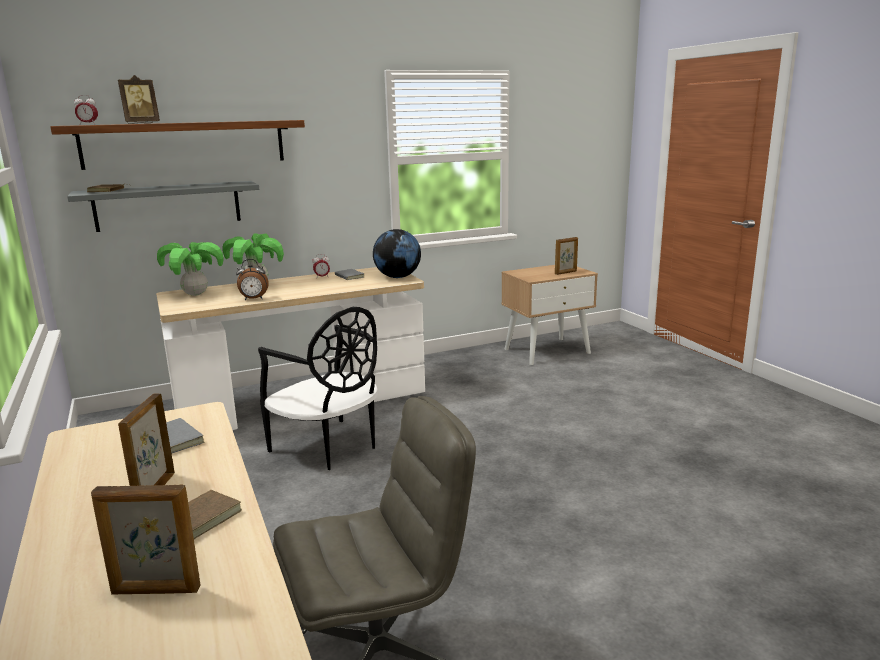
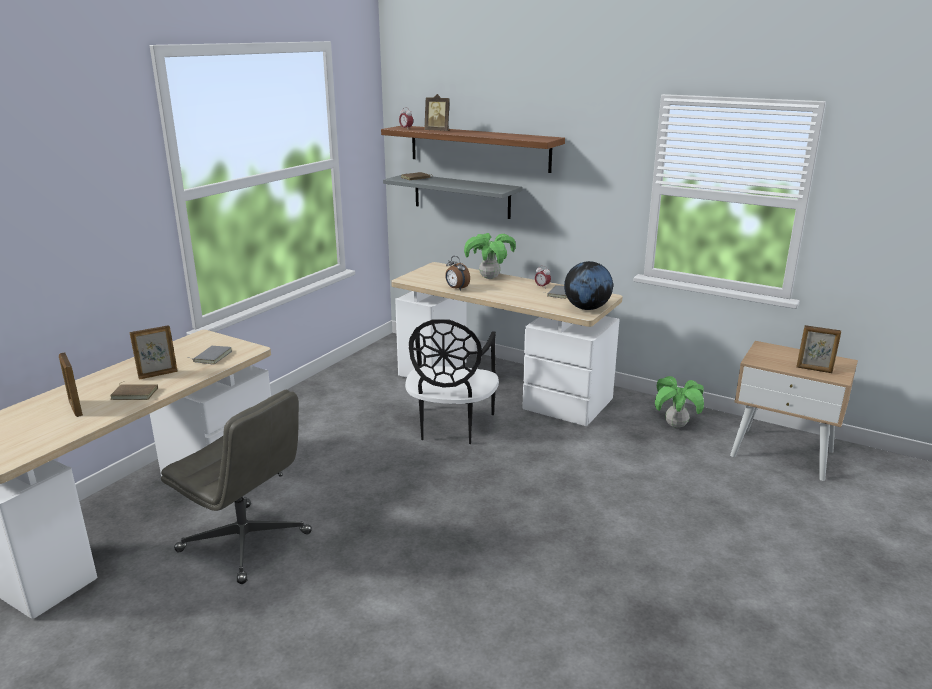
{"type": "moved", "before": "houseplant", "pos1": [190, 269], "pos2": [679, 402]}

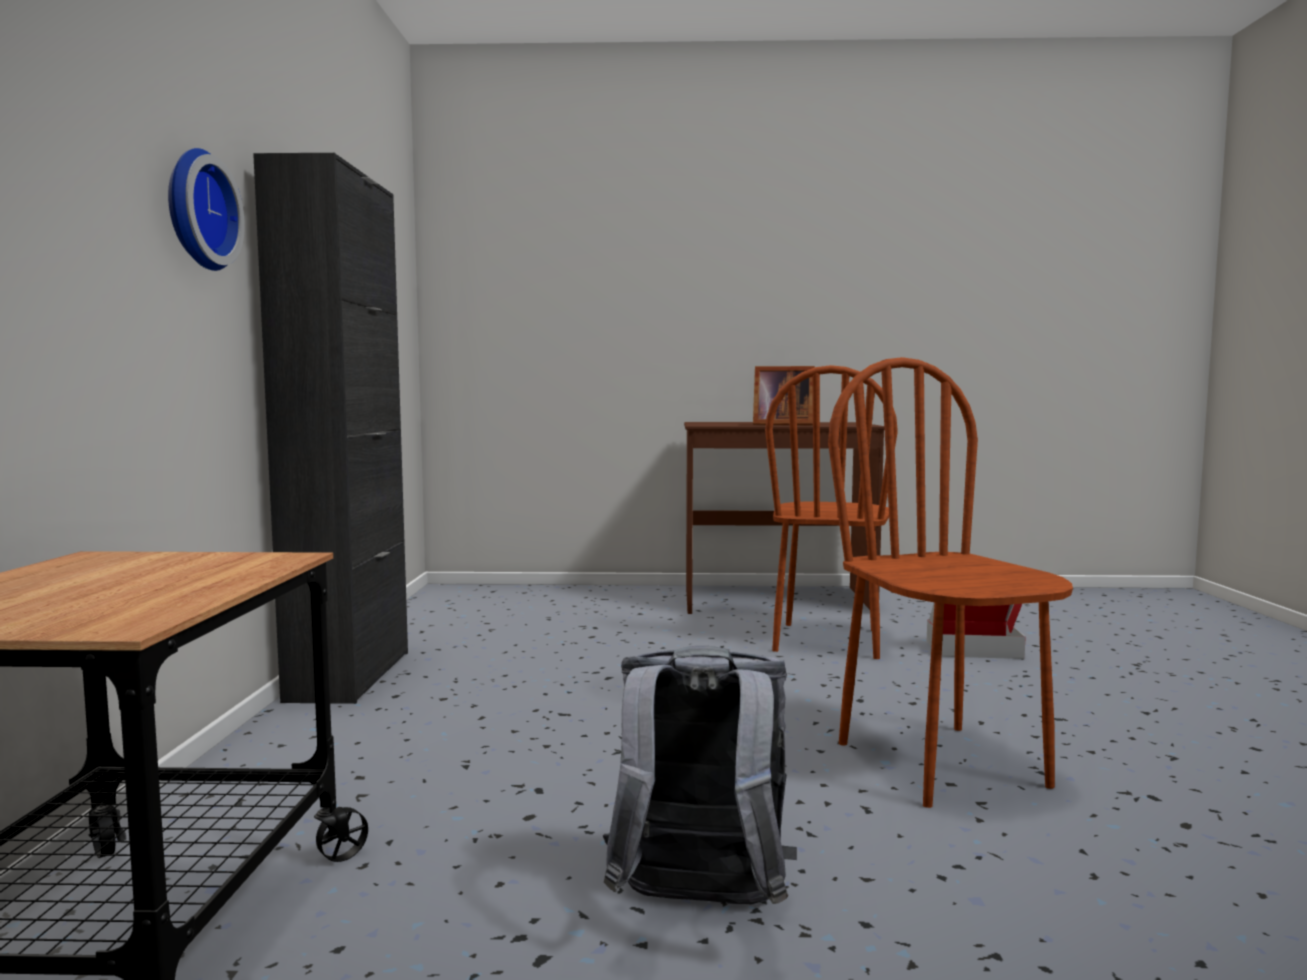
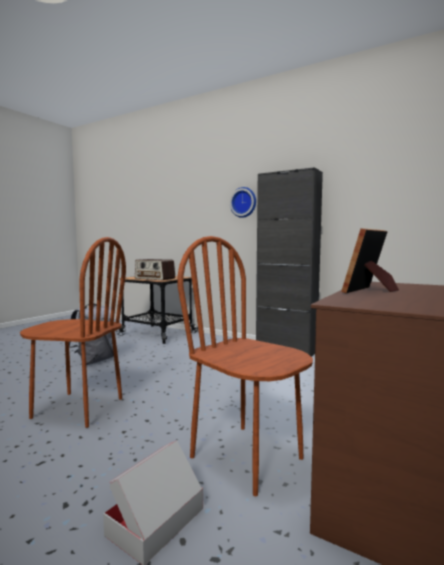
{"type": "added", "after": "radio receiver", "pos2": [155, 269]}

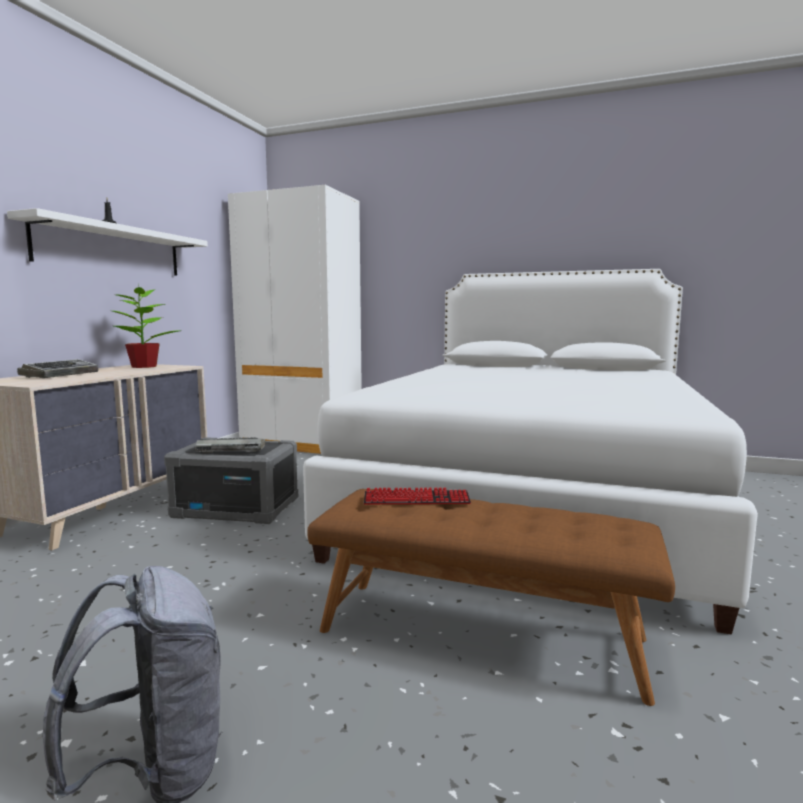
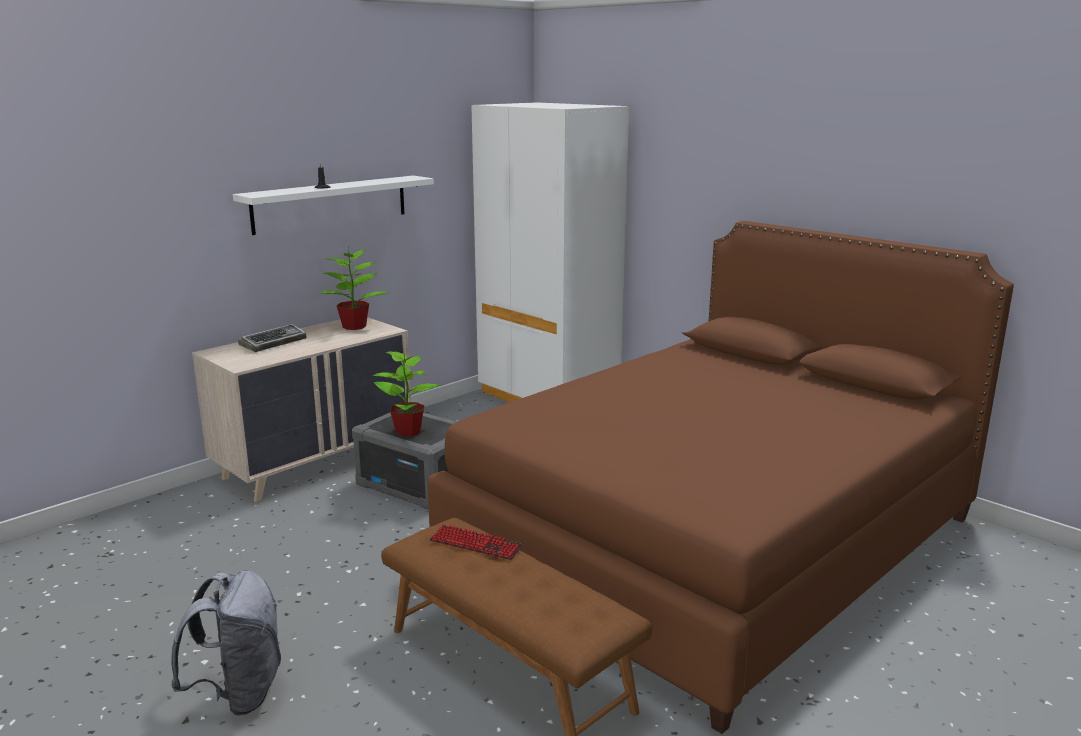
{"type": "replaced", "before": "keyboard", "after": "houseplant", "pos1": [230, 445], "pos2": [407, 391]}
{"type": "recoloured", "before": "white sleeping bed", "after": "brown sleeping bed", "pos1": [530, 452], "pos2": [720, 477]}

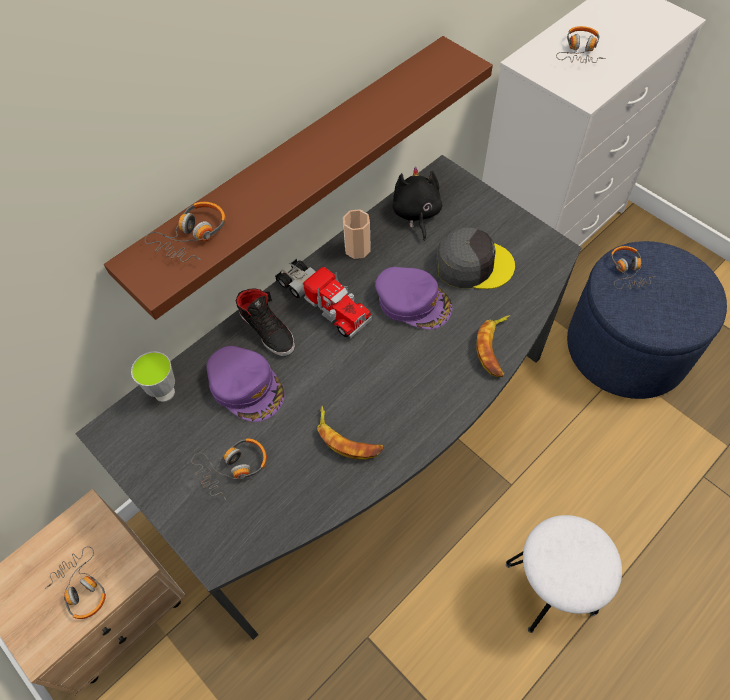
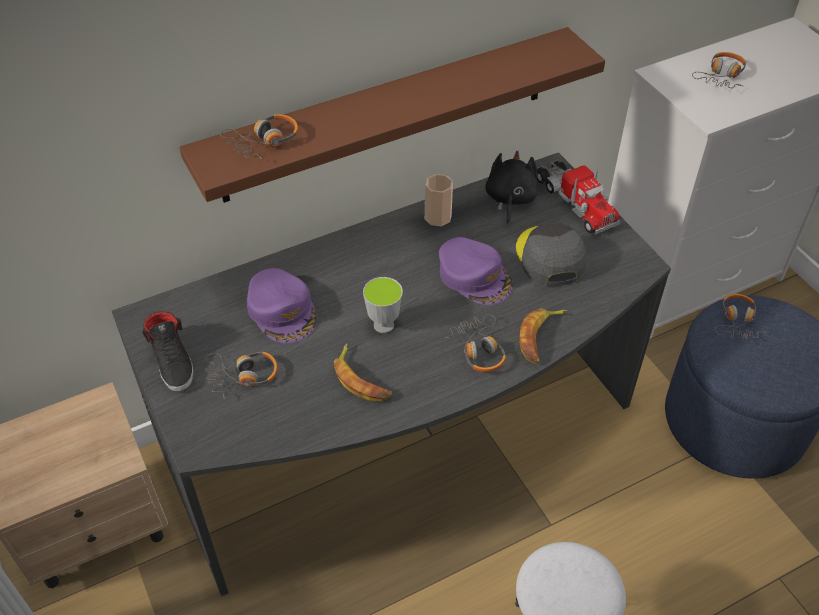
{"type": "moved", "before": "blackish low shoe", "pos1": [265, 322], "pos2": [168, 352]}
{"type": "moved", "before": "cup", "pos1": [153, 376], "pos2": [383, 305]}
{"type": "moved", "before": "headset", "pos1": [75, 583], "pos2": [475, 343]}
{"type": "turned", "before": "grey baseball cap", "pos1": [475, 258], "pos2": [551, 254], "turn": -120}
{"type": "moved", "before": "toy truck", "pos1": [323, 298], "pos2": [578, 197]}

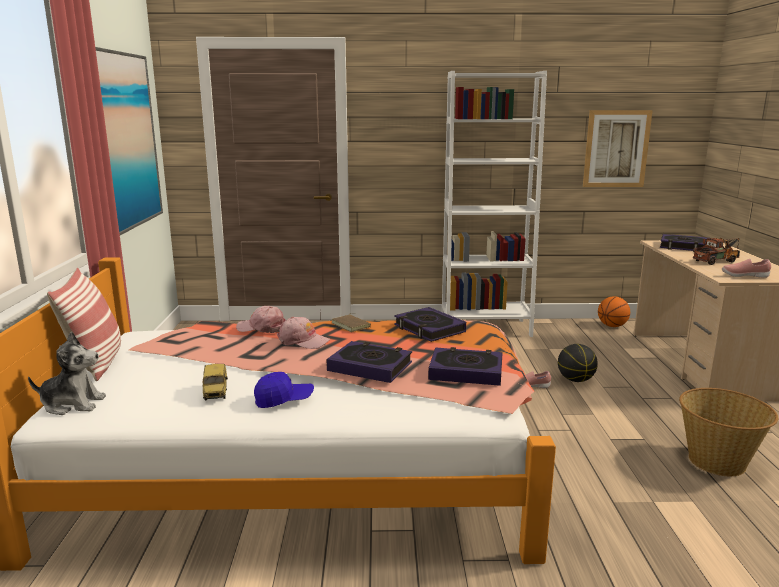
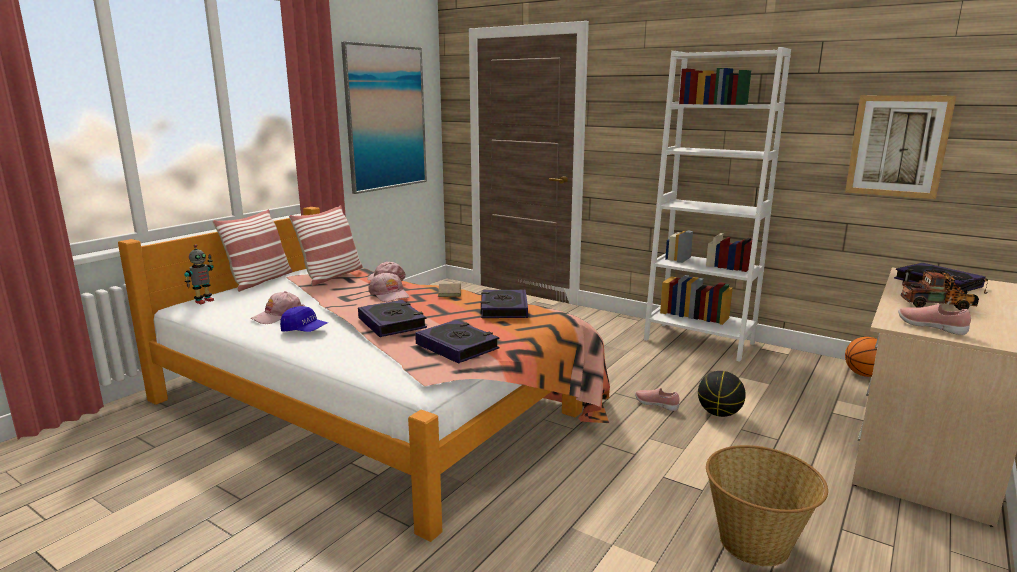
{"type": "replaced", "before": "cuddly toy", "after": "toy robot", "pos1": [67, 373], "pos2": [199, 274]}
{"type": "replaced", "before": "miniature car", "after": "pink-coloured baseball cap", "pos1": [215, 382], "pos2": [278, 307]}
{"type": "added", "after": "pillow", "pos2": [326, 245]}

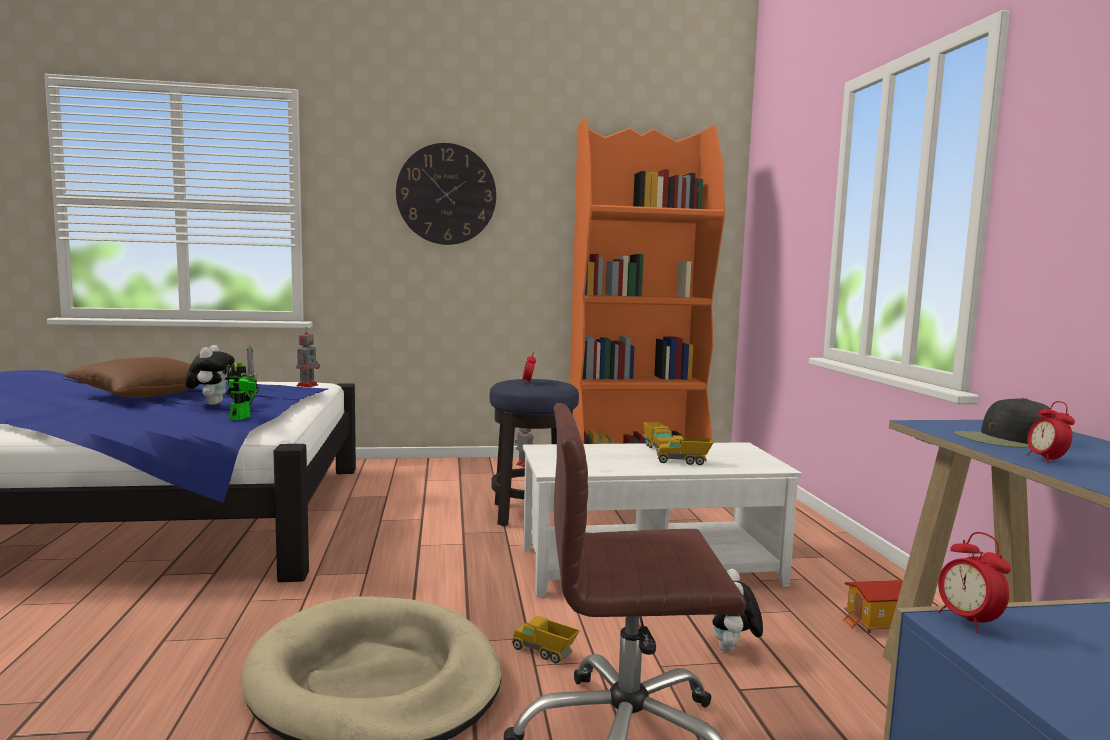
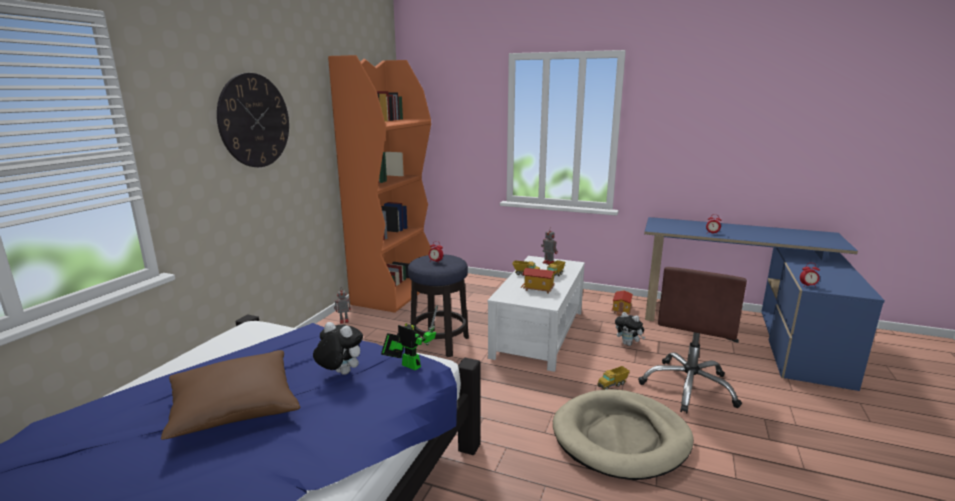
{"type": "added", "after": "miniature house", "pos2": [538, 281]}
{"type": "moved", "before": "toy robot", "pos1": [308, 357], "pos2": [549, 246]}
{"type": "removed", "before": "blackish baseball cap", "pos1": [1004, 422]}

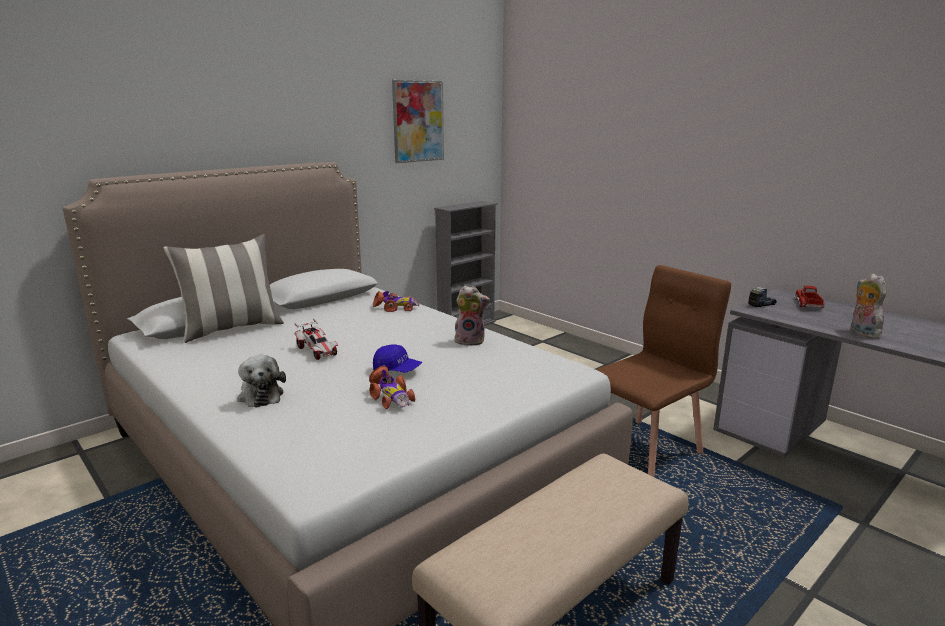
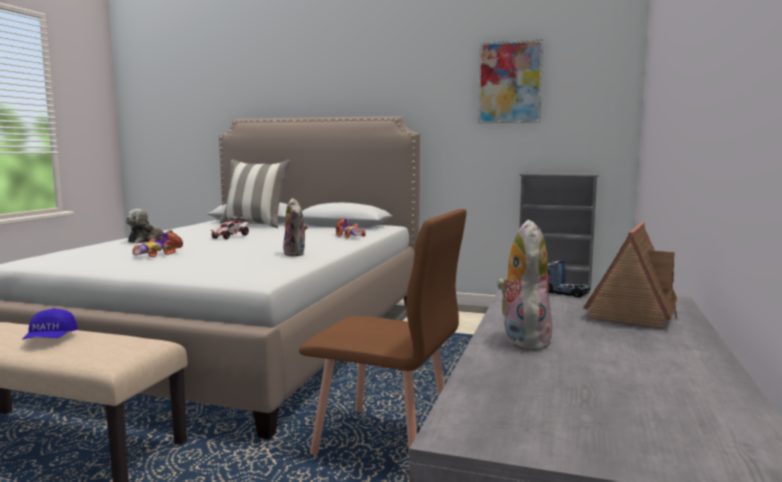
{"type": "moved", "before": "bluish baseball cap", "pos1": [397, 358], "pos2": [50, 323]}
{"type": "turned", "before": "cuddly toy", "pos1": [868, 306], "pos2": [524, 285], "turn": -45}
{"type": "replaced", "before": "toy truck", "after": "miniature house", "pos1": [810, 297], "pos2": [630, 275]}

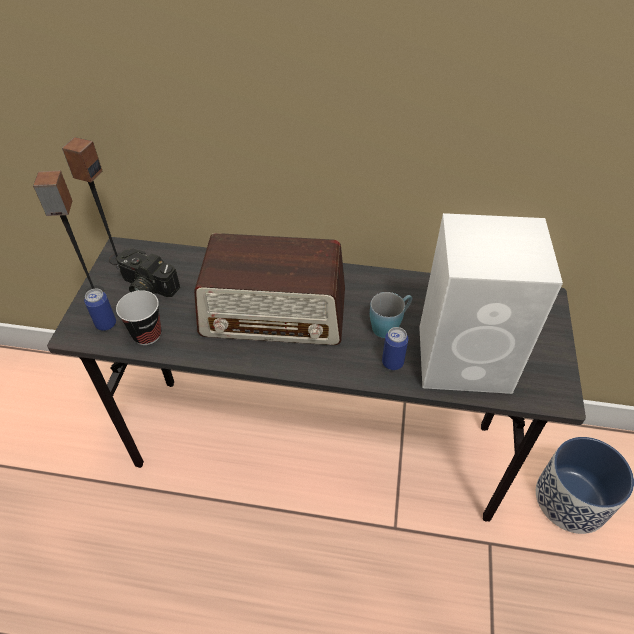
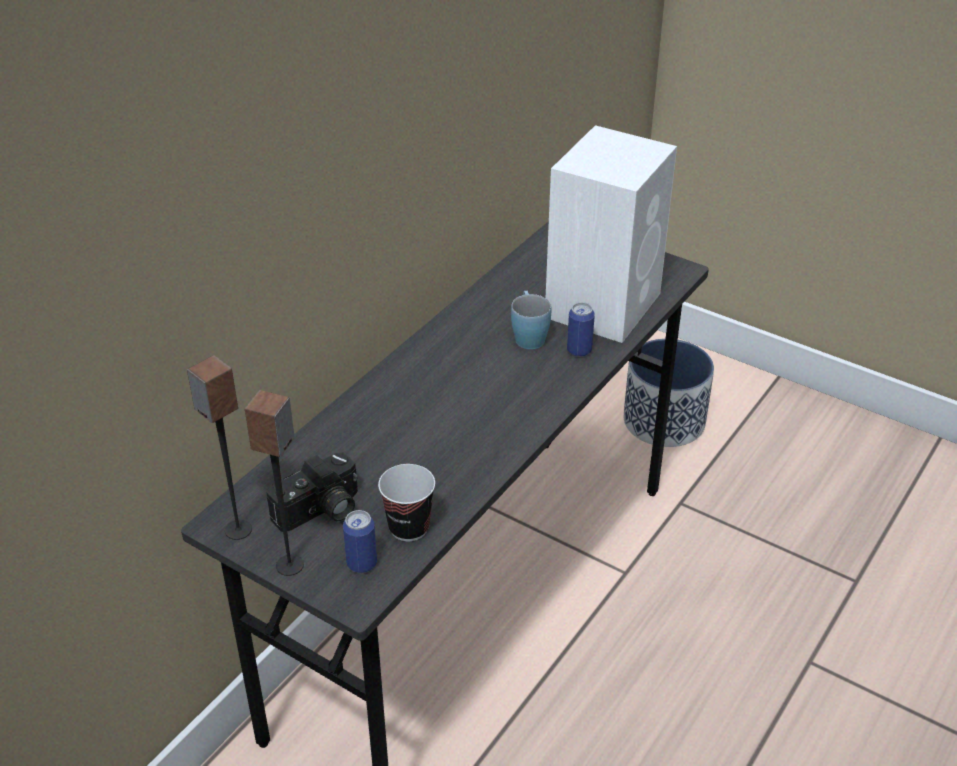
{"type": "removed", "before": "radio receiver", "pos1": [269, 289]}

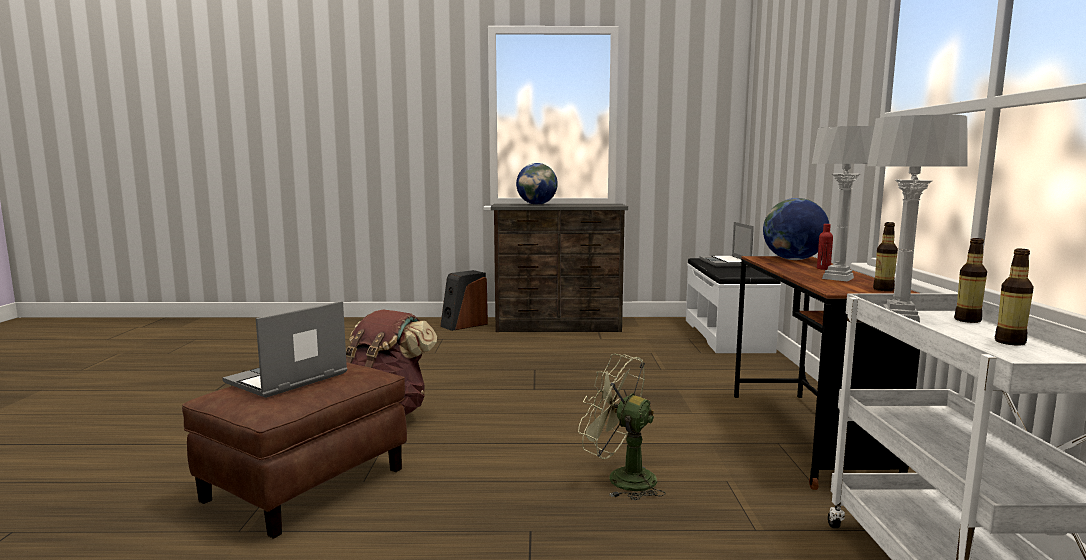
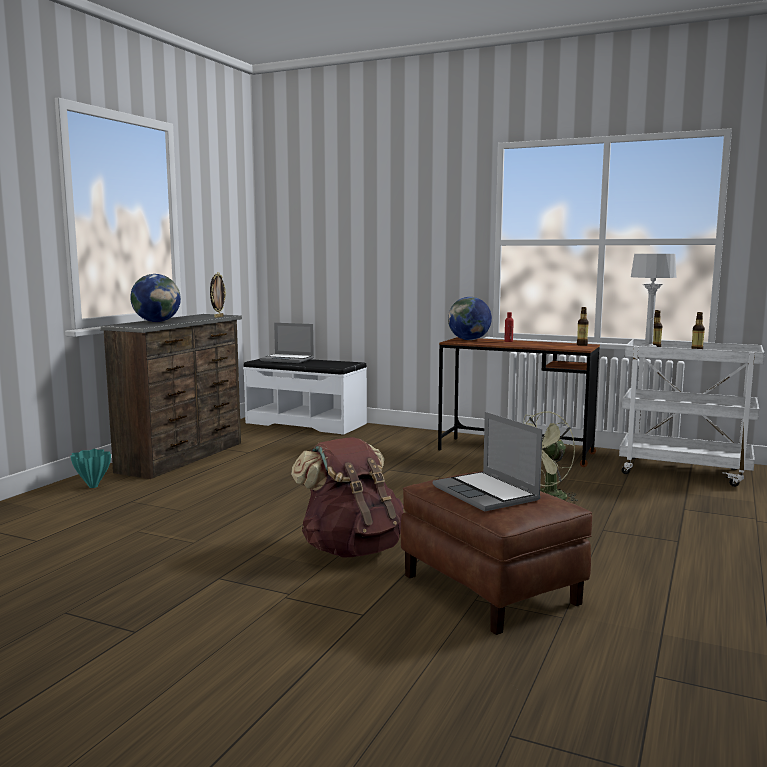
{"type": "replaced", "before": "loudspeaker", "after": "turquoise flower vase", "pos1": [464, 300], "pos2": [90, 468]}
{"type": "added", "after": "photo frame", "pos2": [218, 295]}
{"type": "removed", "before": "grey tabletop lamp", "pos1": [843, 204]}

